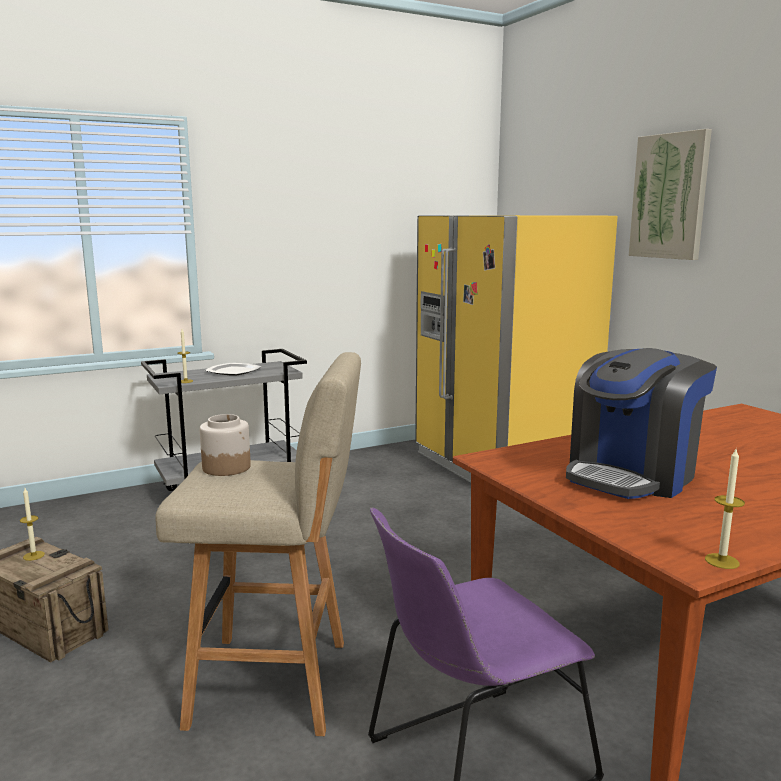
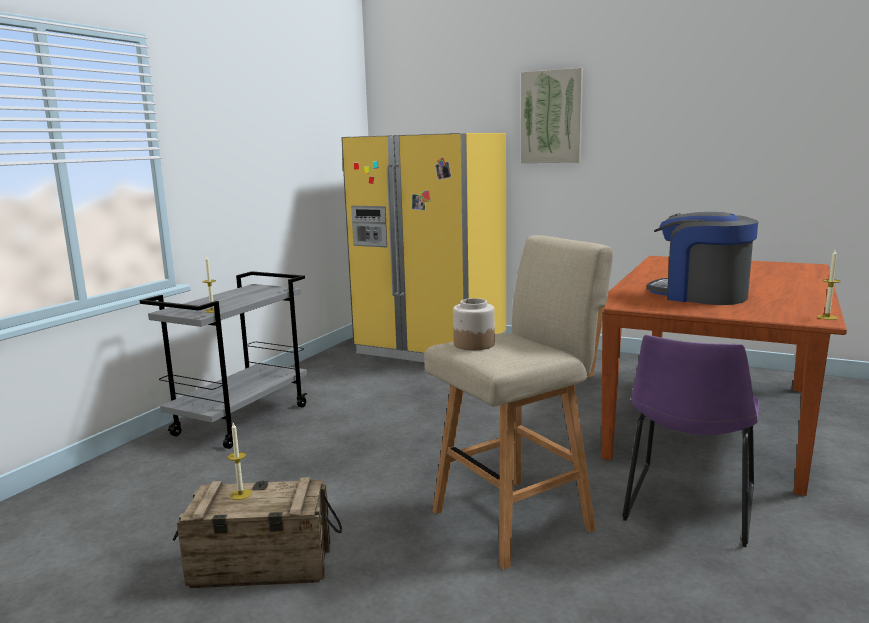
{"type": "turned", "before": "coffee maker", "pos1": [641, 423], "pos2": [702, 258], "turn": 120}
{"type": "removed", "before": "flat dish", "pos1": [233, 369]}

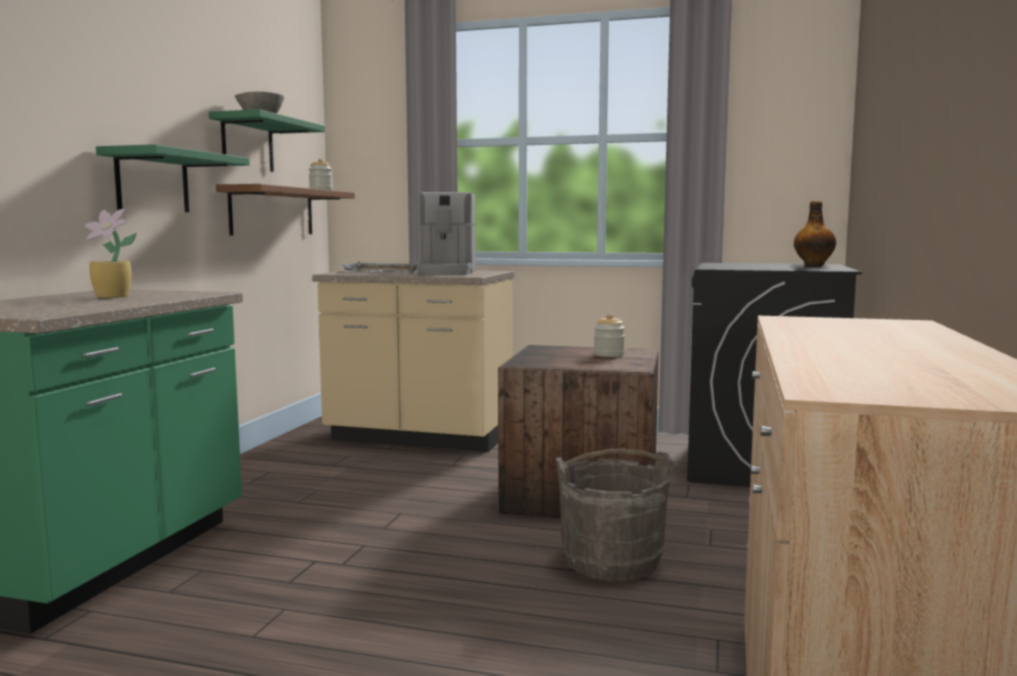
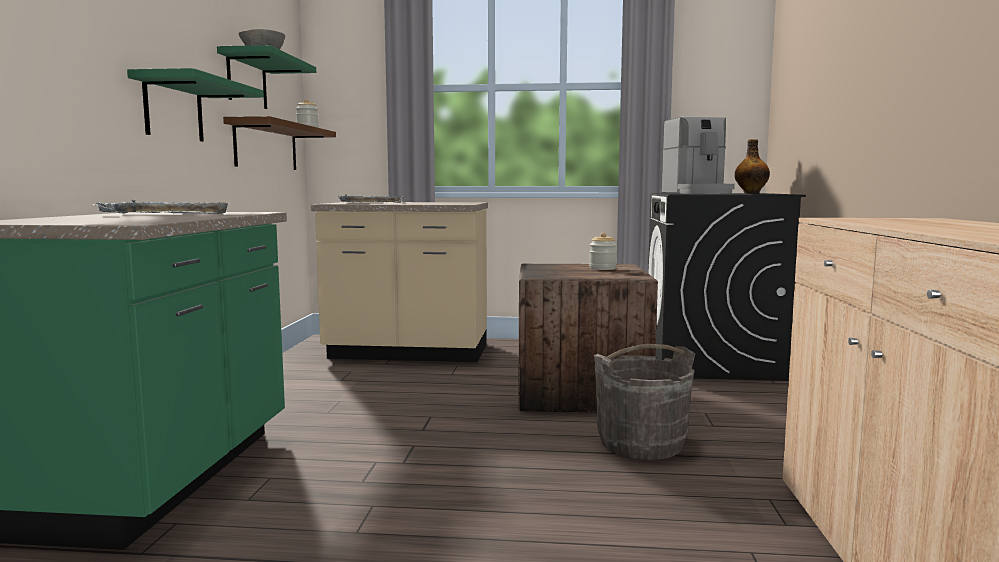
{"type": "replaced", "before": "houseplant", "after": "grey tray", "pos1": [110, 253], "pos2": [161, 207]}
{"type": "moved", "before": "coffee maker", "pos1": [446, 233], "pos2": [698, 155]}

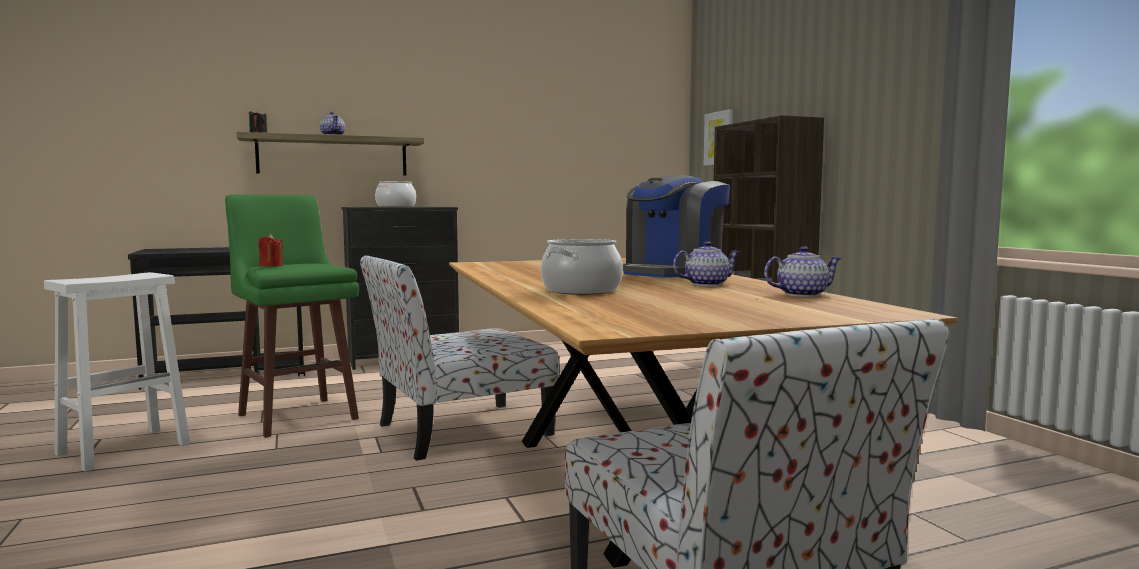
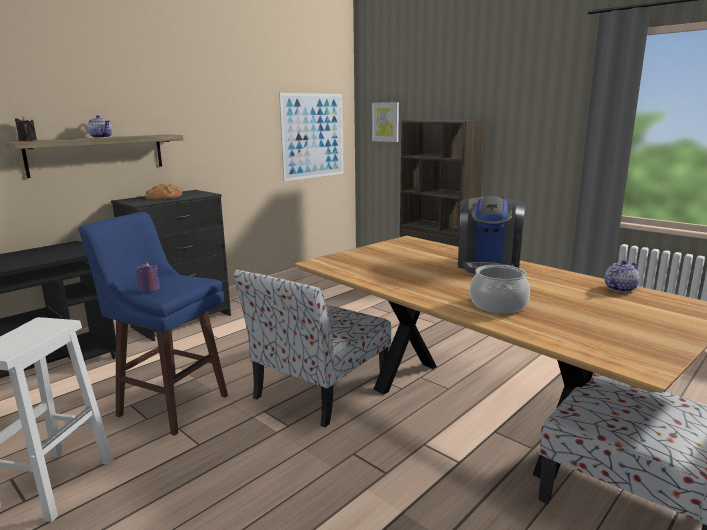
{"type": "recoloured", "before": "green-coloured stool seat", "after": "bluish stool seat", "pos1": [292, 316], "pos2": [153, 324]}
{"type": "recoloured", "before": "red wax light", "after": "purplish wax light", "pos1": [271, 250], "pos2": [148, 277]}
{"type": "replaced", "before": "saucepot", "after": "bread", "pos1": [395, 194], "pos2": [163, 191]}
{"type": "added", "after": "picture", "pos2": [311, 137]}
{"type": "removed", "before": "pot for tea", "pos1": [706, 263]}

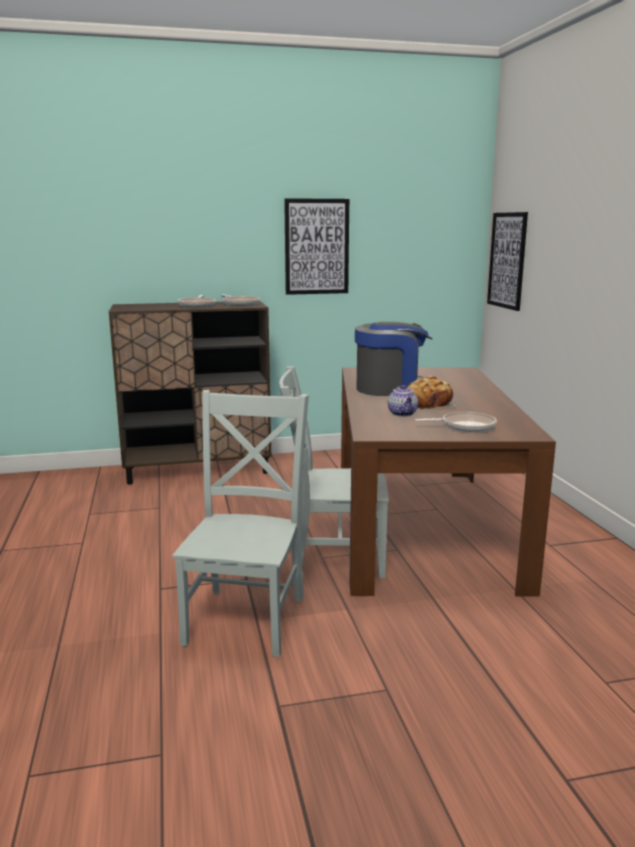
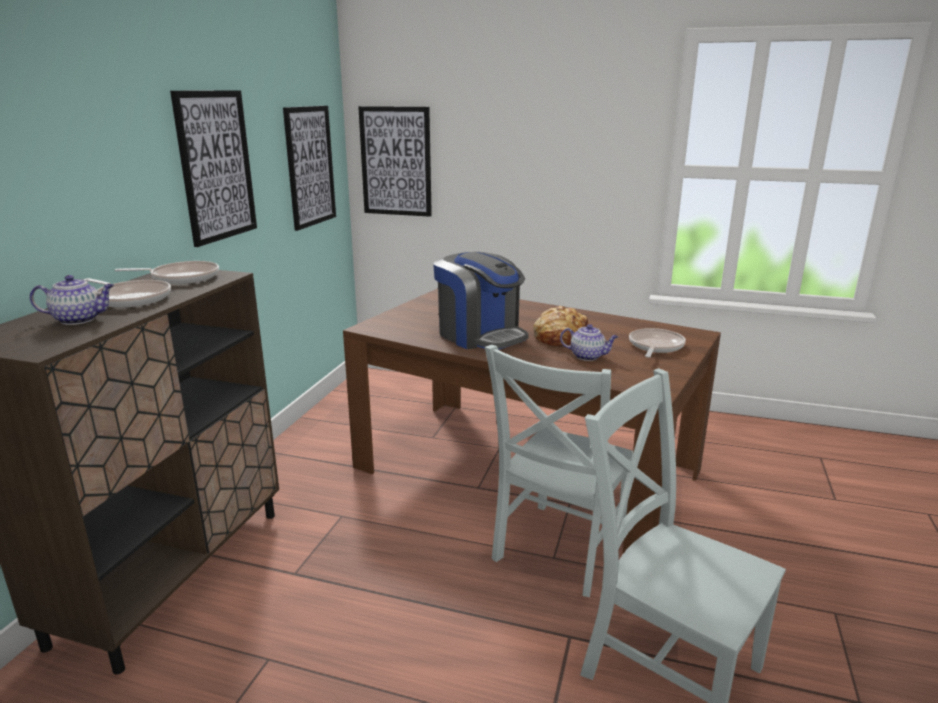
{"type": "added", "after": "pot for tea", "pos2": [72, 300]}
{"type": "added", "after": "picture", "pos2": [309, 168]}
{"type": "turned", "before": "coffee maker", "pos1": [394, 359], "pos2": [481, 301], "turn": 120}

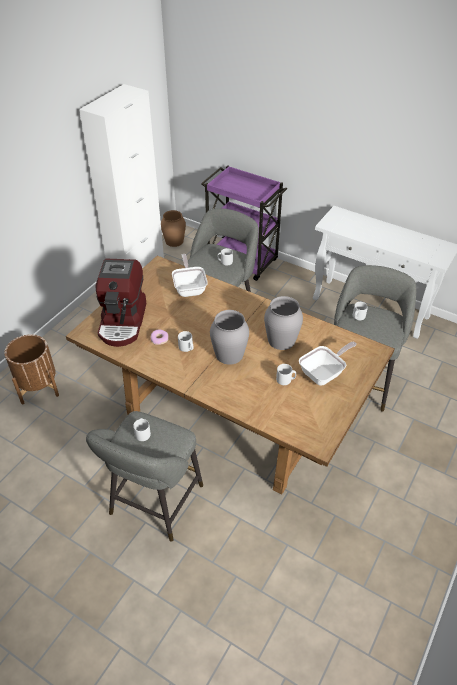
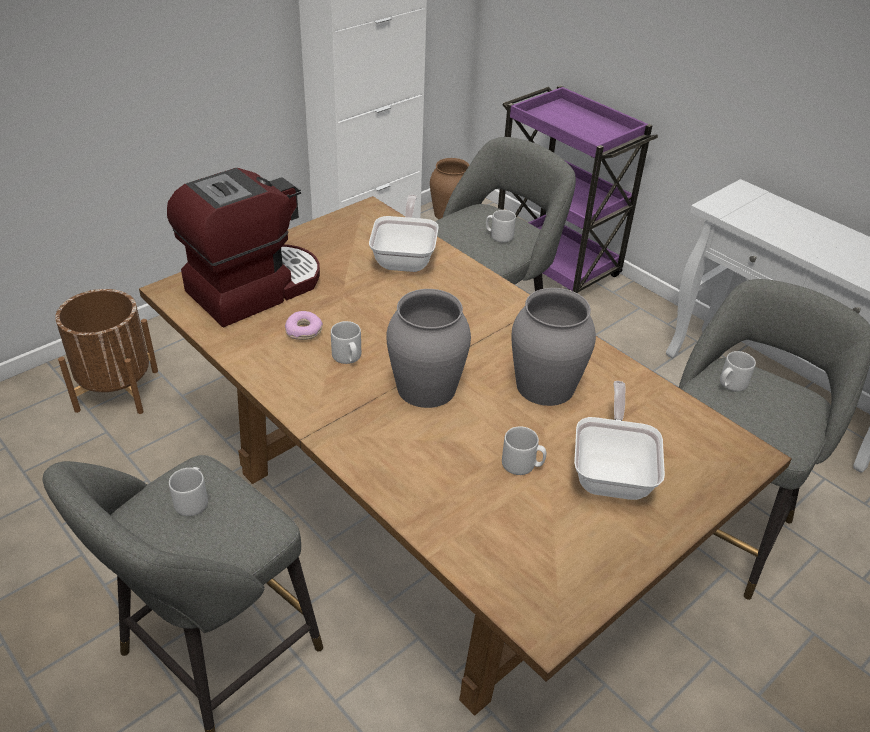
{"type": "turned", "before": "coffee maker", "pos1": [121, 302], "pos2": [243, 247], "turn": -150}
{"type": "turned", "before": "frying pan", "pos1": [328, 364], "pos2": [619, 440], "turn": -60}

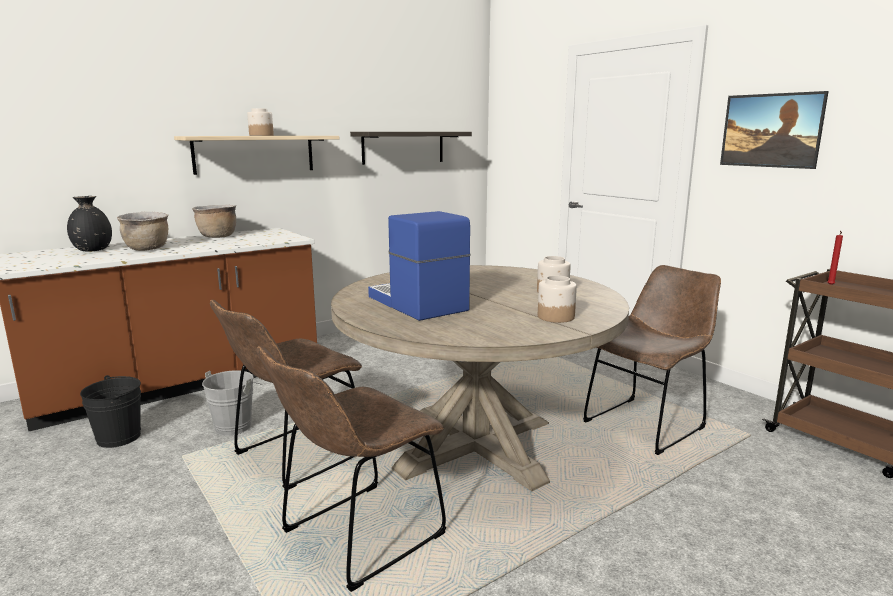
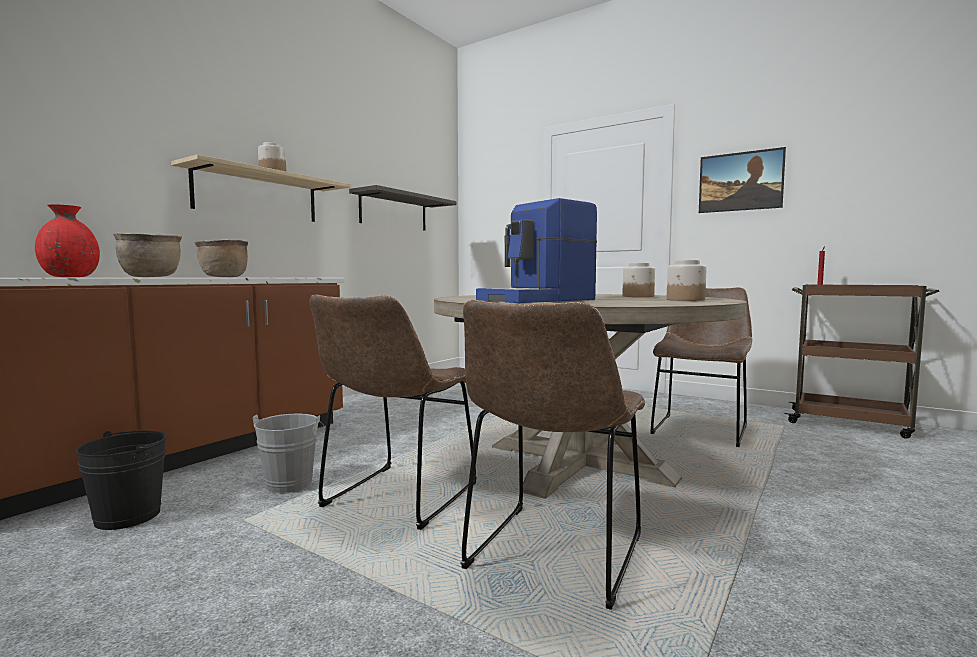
{"type": "recoloured", "before": "blackish flower vase", "after": "red flower vase", "pos1": [89, 224], "pos2": [67, 240]}
{"type": "turned", "before": "coffee maker", "pos1": [419, 266], "pos2": [536, 250], "turn": -75}

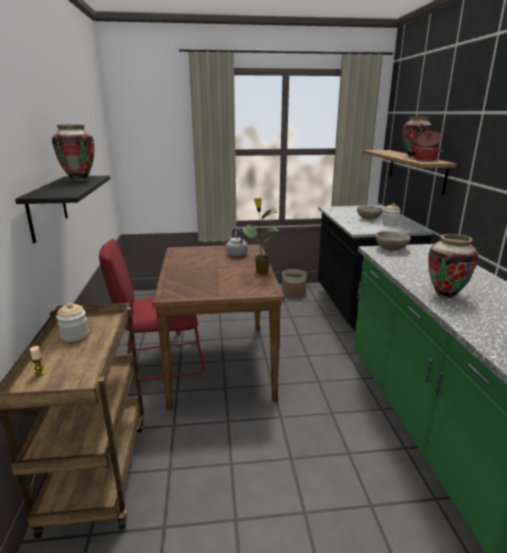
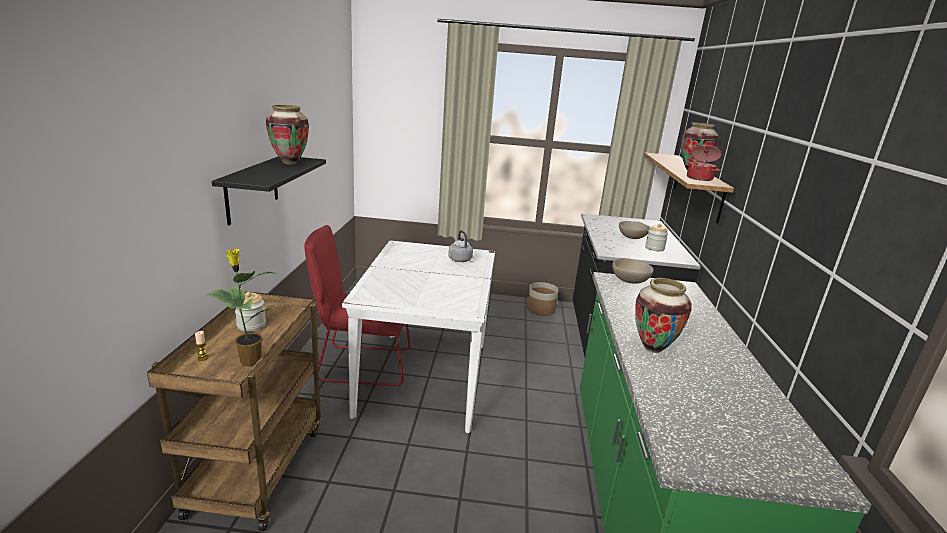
{"type": "moved", "before": "houseplant", "pos1": [260, 235], "pos2": [241, 307]}
{"type": "recoloured", "before": "brown dinner table", "after": "white dinner table", "pos1": [218, 326], "pos2": [418, 336]}

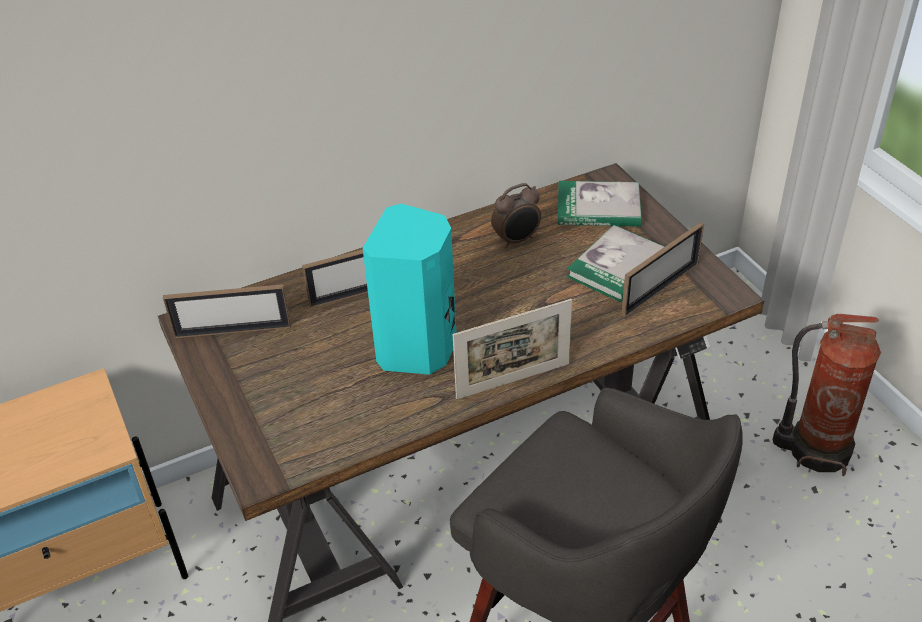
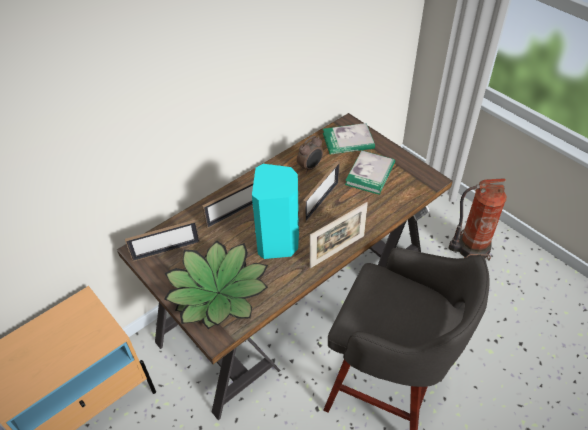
{"type": "added", "after": "houseplant", "pos2": [216, 285]}
{"type": "moved", "before": "photo frame", "pos1": [662, 269], "pos2": [321, 192]}

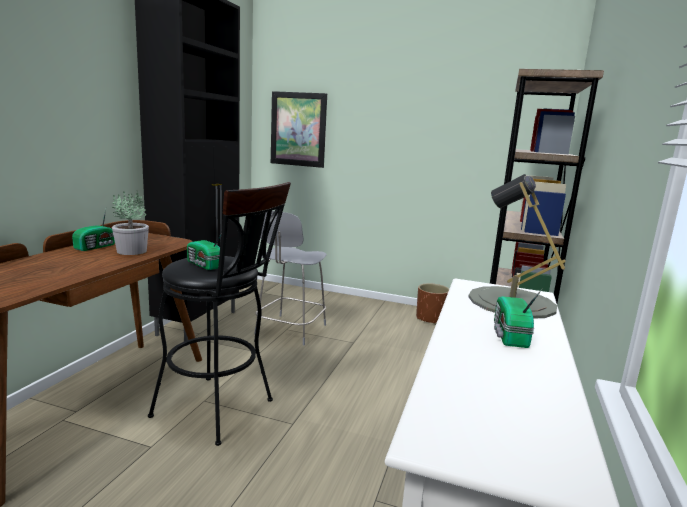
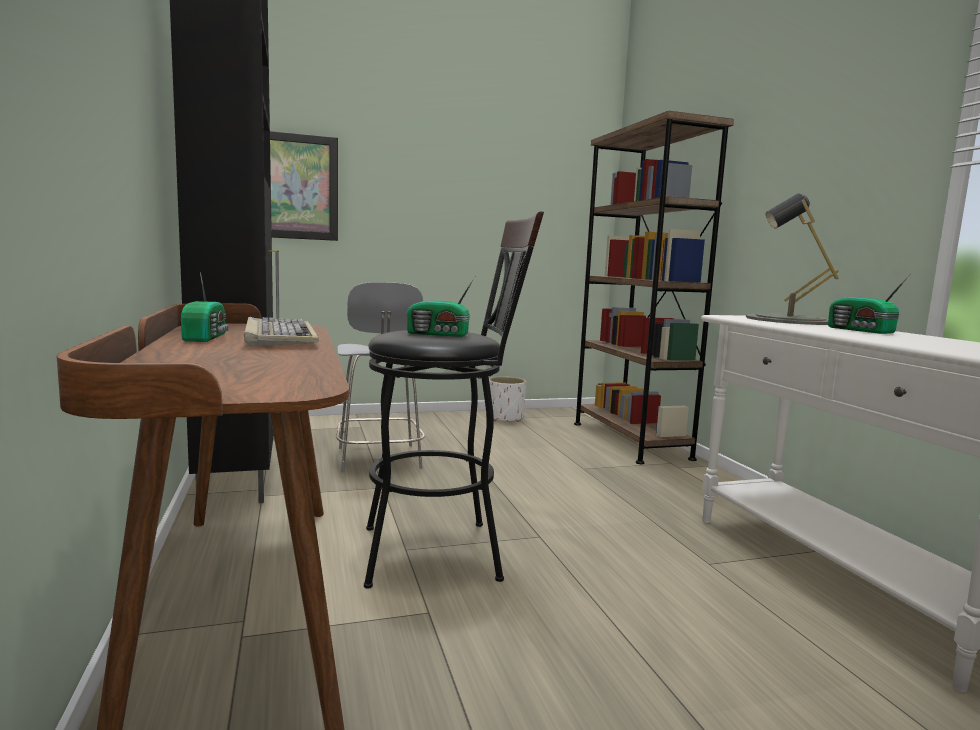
{"type": "replaced", "before": "houseplant", "after": "keyboard", "pos1": [130, 223], "pos2": [281, 331]}
{"type": "recoloured", "before": "brown plant pot", "after": "white plant pot", "pos1": [432, 303], "pos2": [507, 399]}

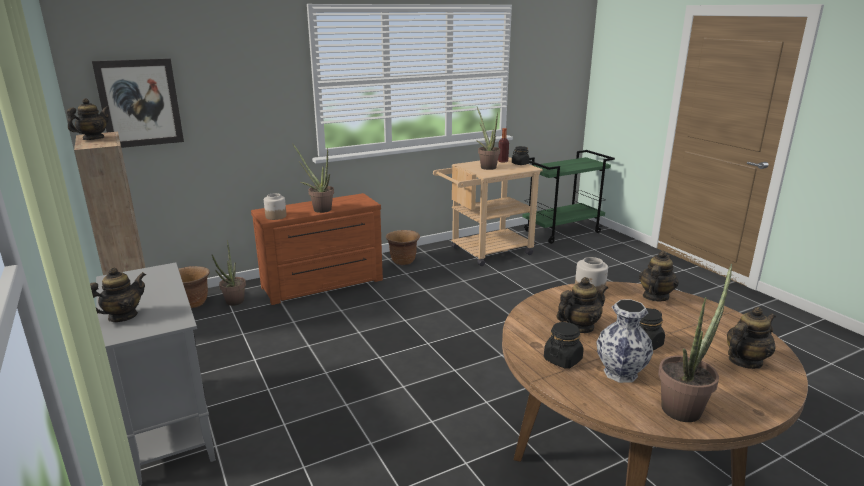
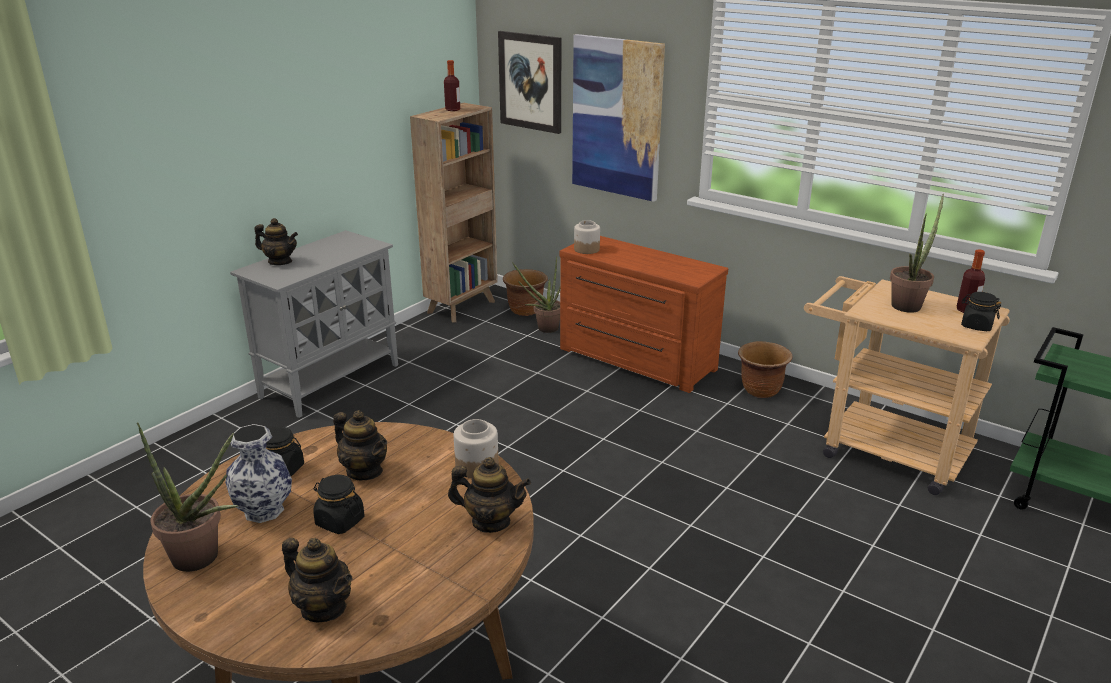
{"type": "replaced", "before": "pot for tea", "after": "beverage bottle", "pos1": [88, 119], "pos2": [452, 85]}
{"type": "added", "after": "picture", "pos2": [618, 118]}
{"type": "removed", "before": "houseplant", "pos1": [313, 178]}

